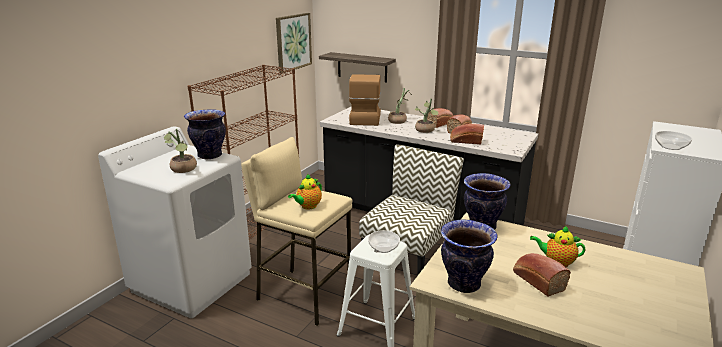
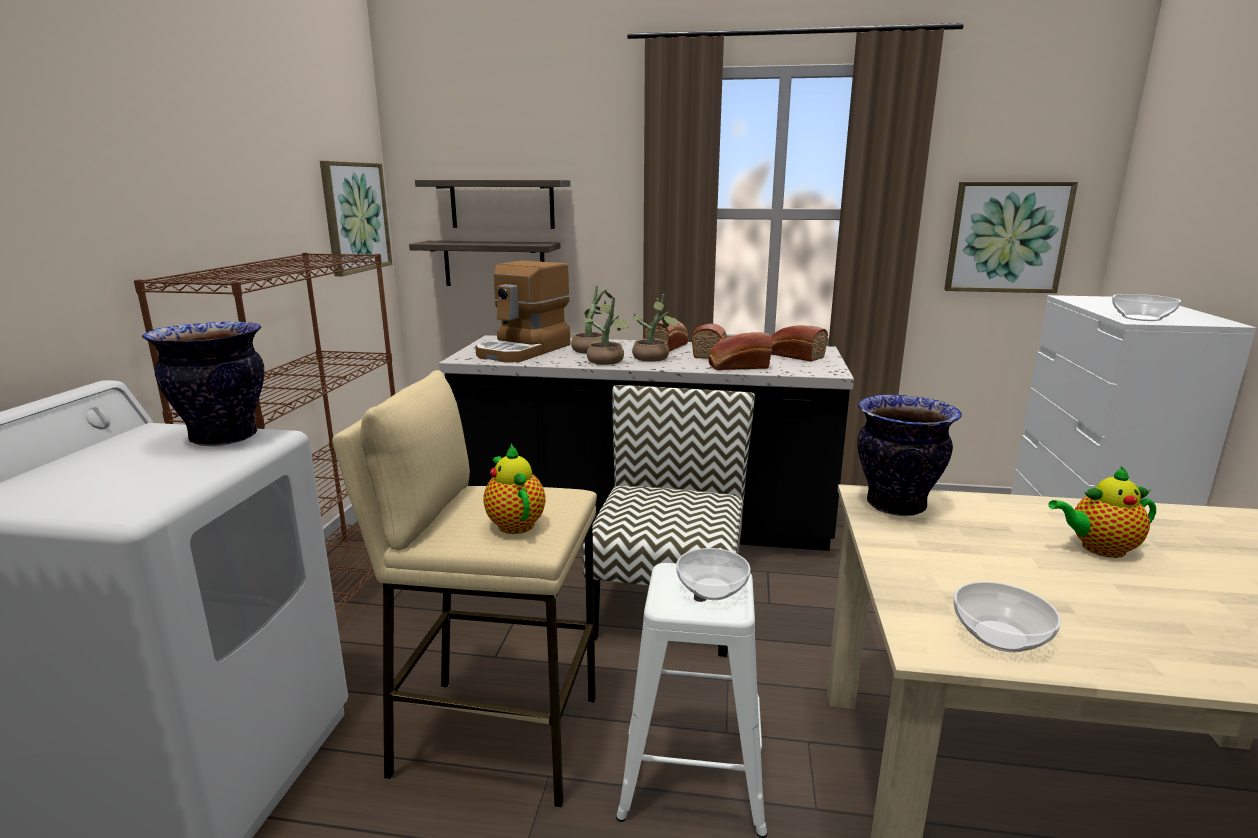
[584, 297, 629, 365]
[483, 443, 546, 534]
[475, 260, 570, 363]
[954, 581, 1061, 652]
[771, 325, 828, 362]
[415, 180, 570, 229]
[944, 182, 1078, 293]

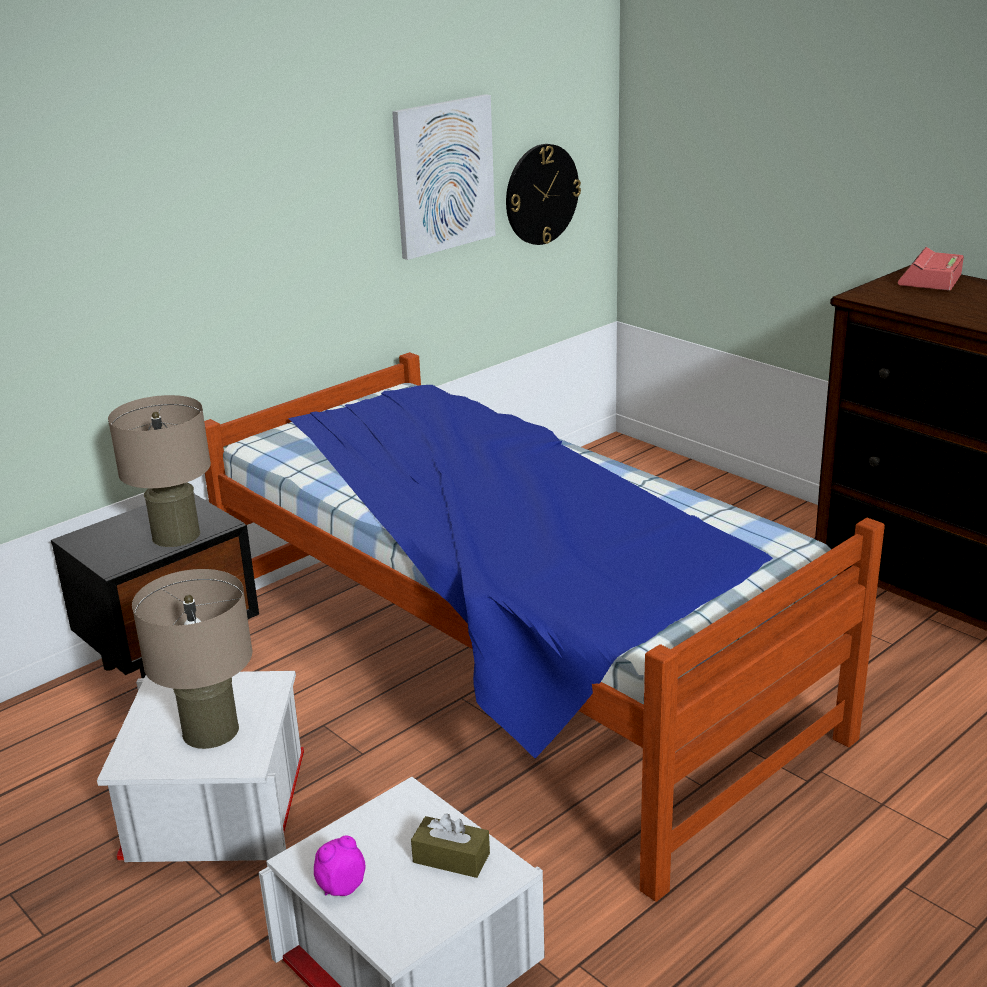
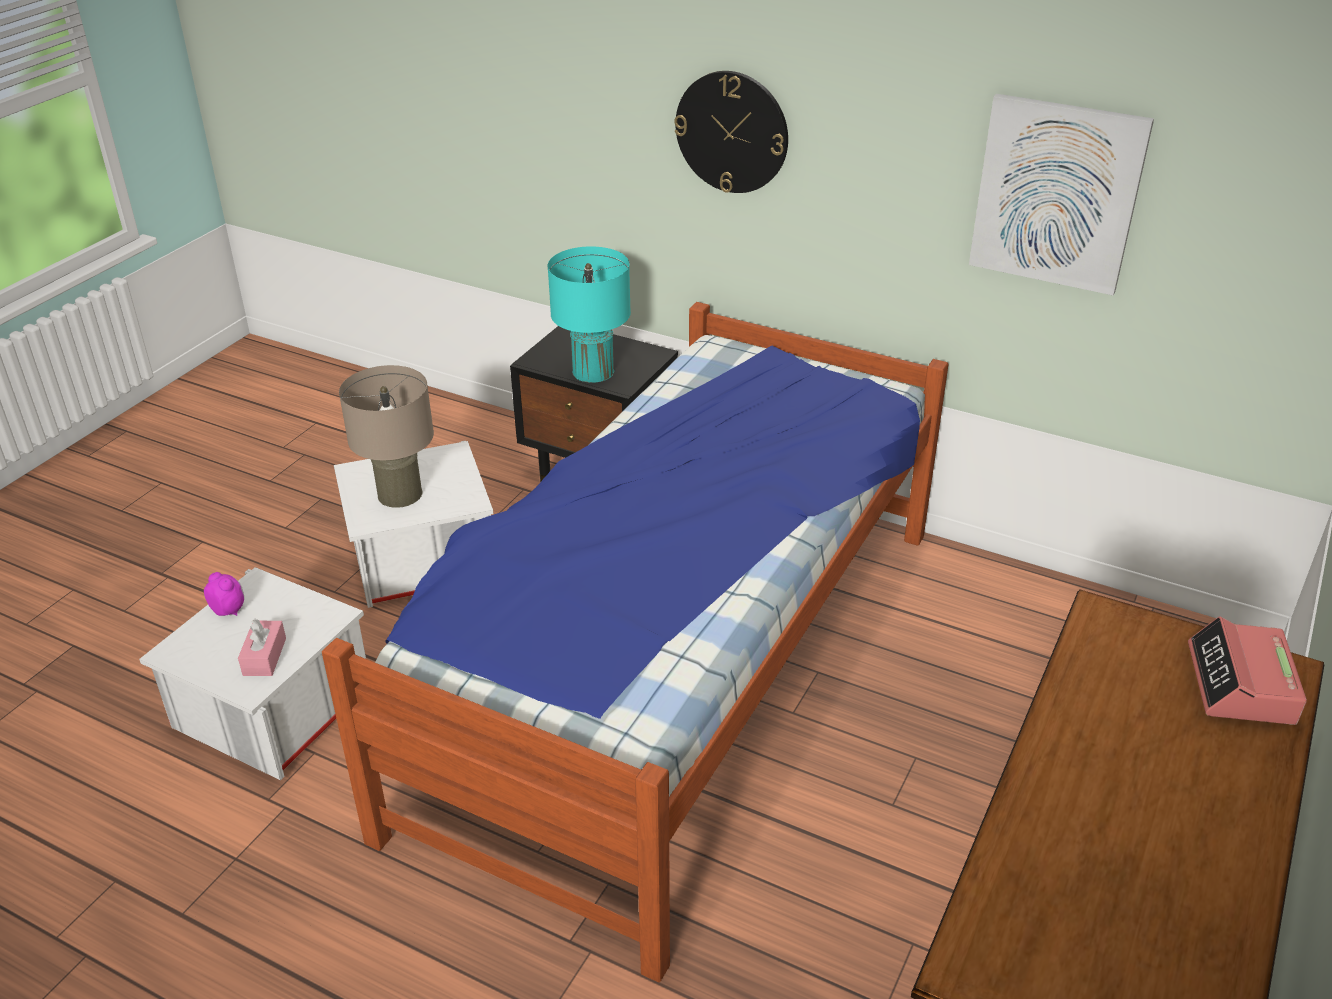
[548, 246, 631, 383]
[238, 619, 286, 676]
[674, 71, 788, 193]
[1188, 616, 1307, 725]

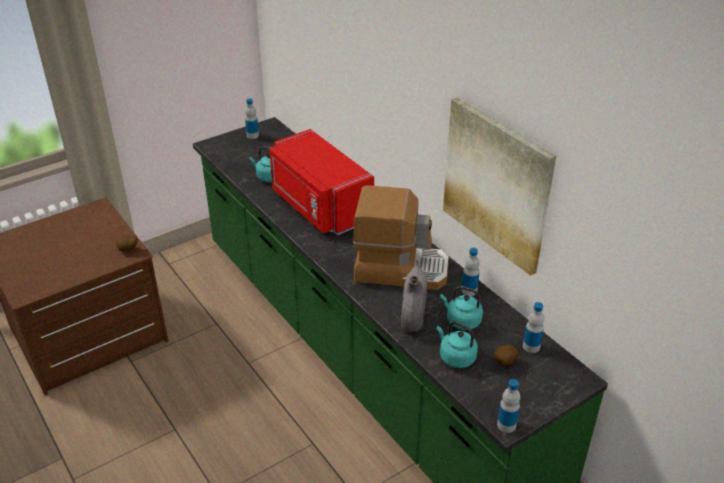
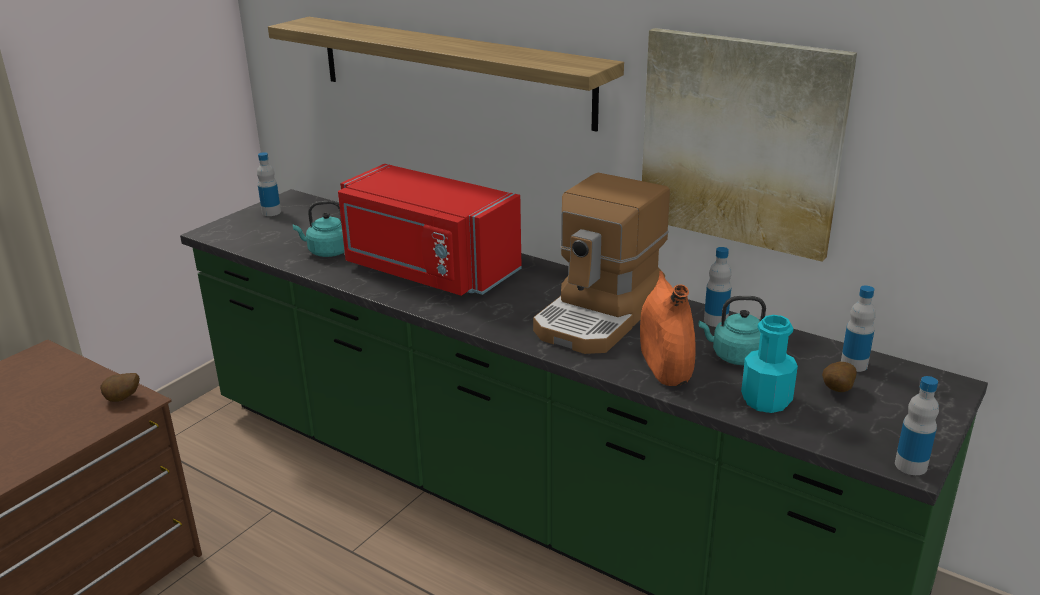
[533, 173, 670, 354]
[640, 271, 696, 386]
[741, 315, 798, 413]
[268, 17, 624, 132]

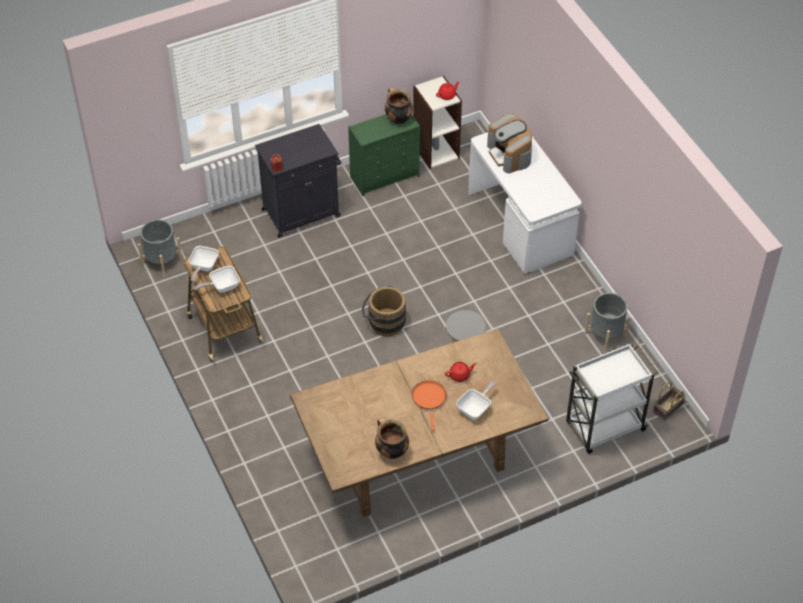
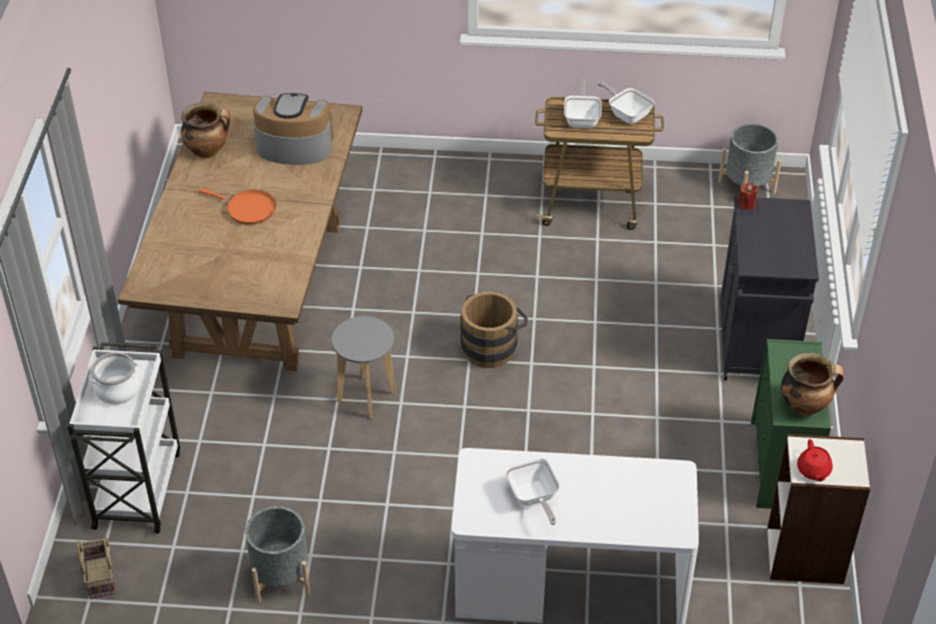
[445, 362, 477, 382] (first image)
[505, 458, 560, 525]
[253, 93, 333, 165]
[89, 352, 141, 404]

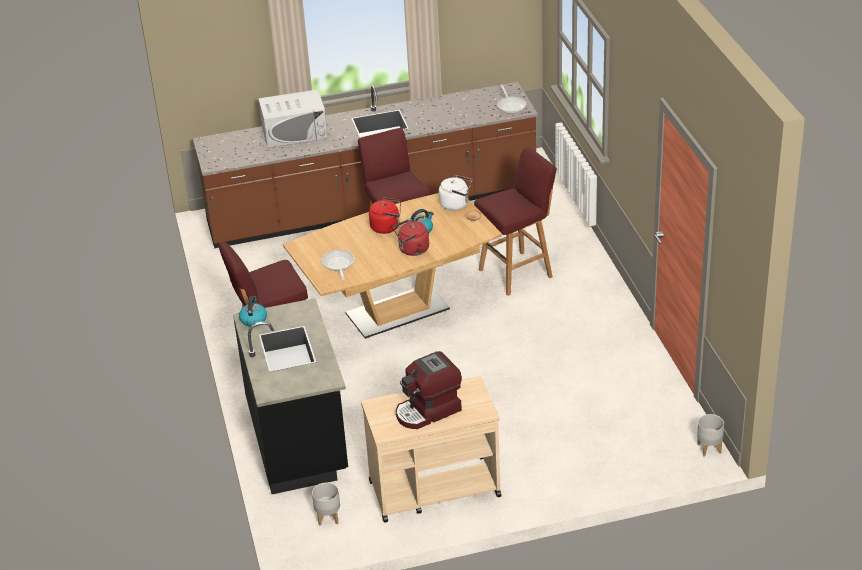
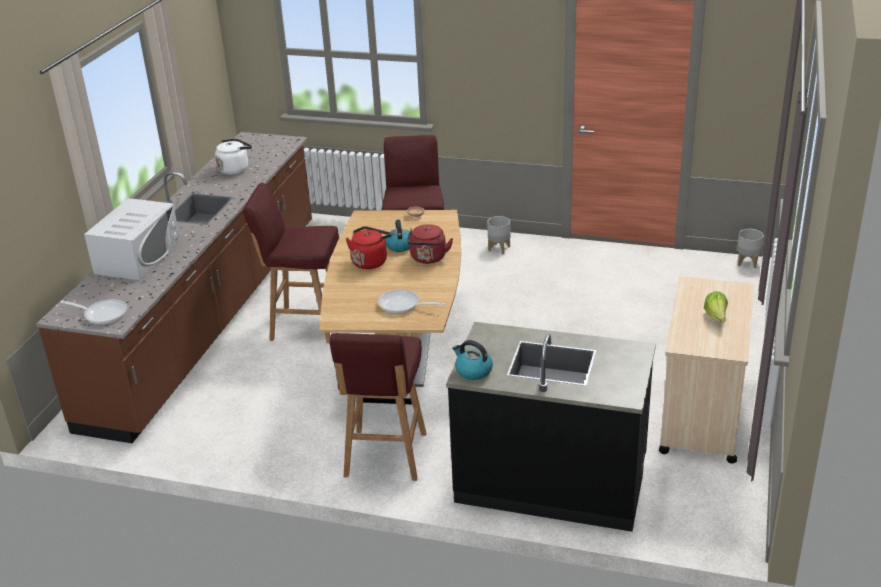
[487, 216, 510, 254]
[704, 291, 728, 322]
[215, 138, 252, 175]
[60, 299, 127, 325]

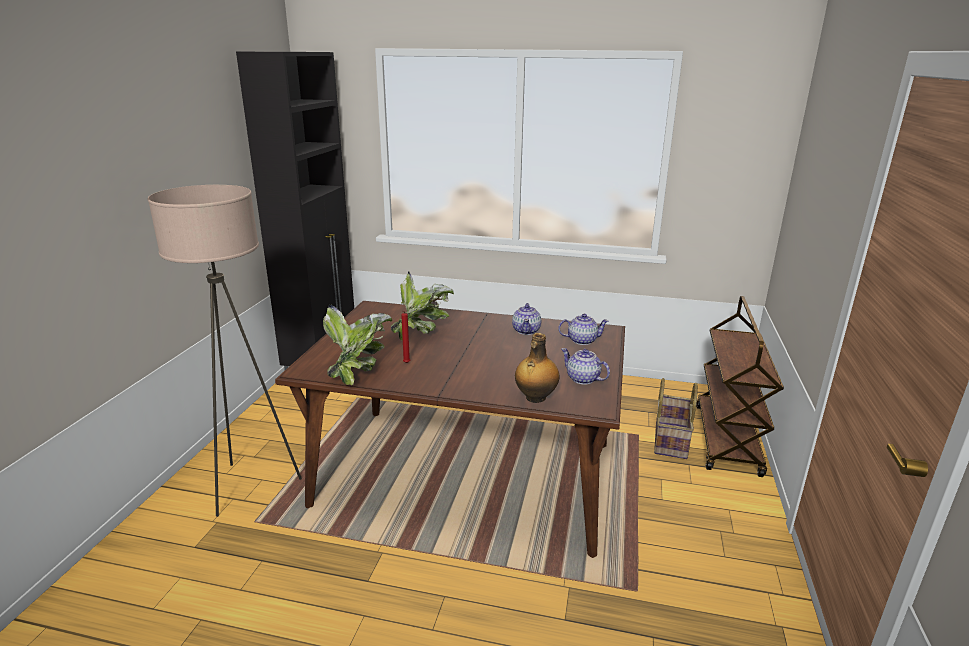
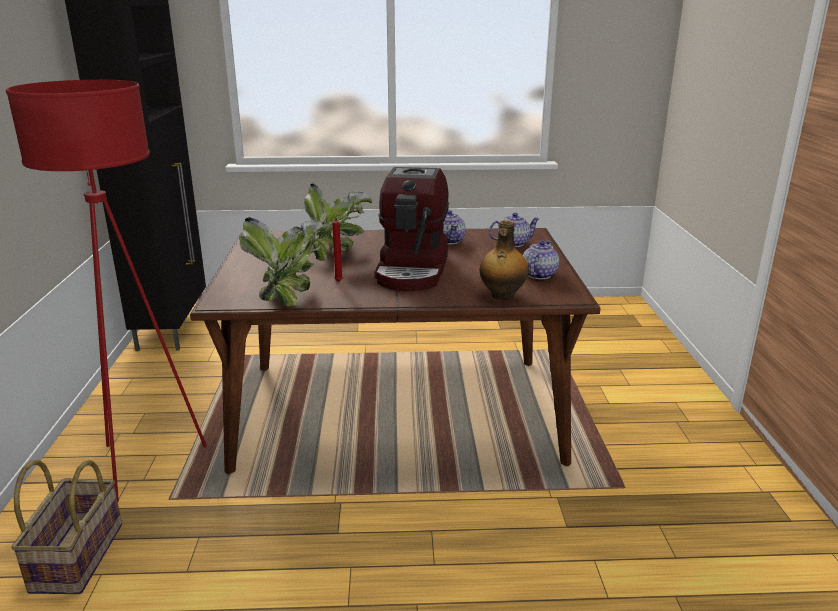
[6, 80, 207, 502]
[523, 240, 559, 279]
[11, 460, 122, 594]
[696, 296, 784, 477] (first image)
[374, 167, 449, 291]

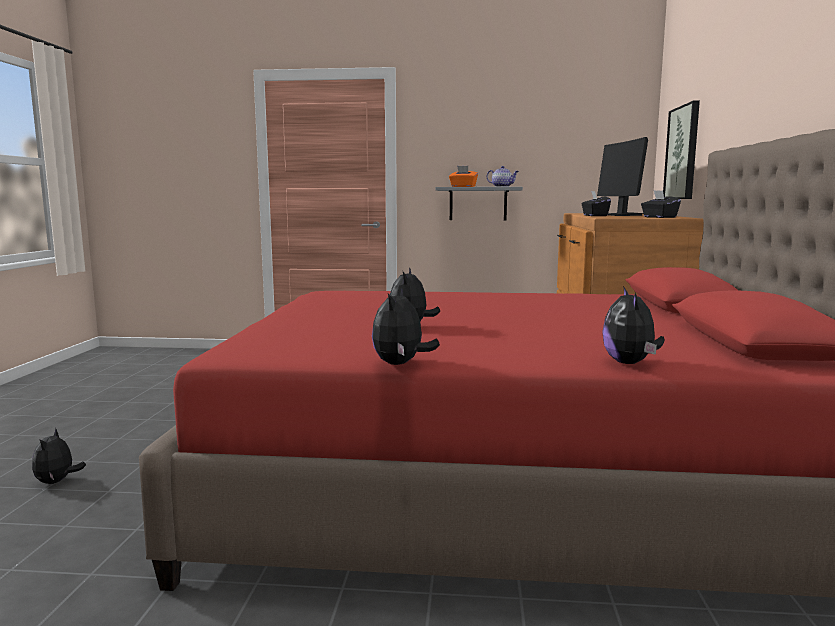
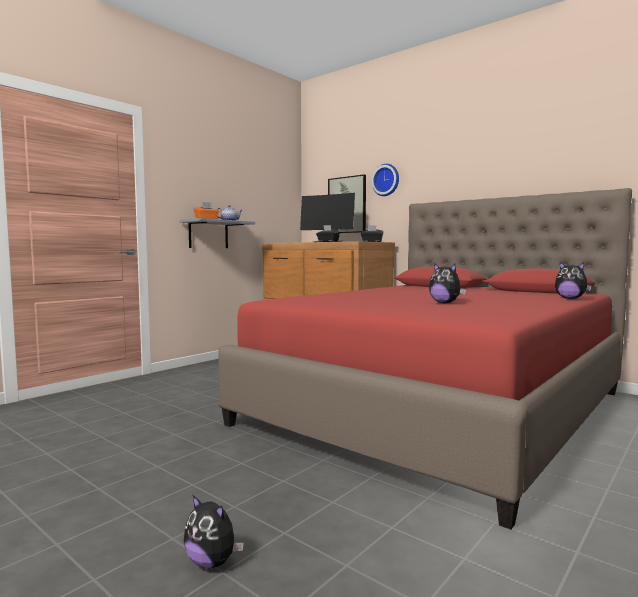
[372, 287, 440, 365] (first image)
[371, 164, 399, 196]

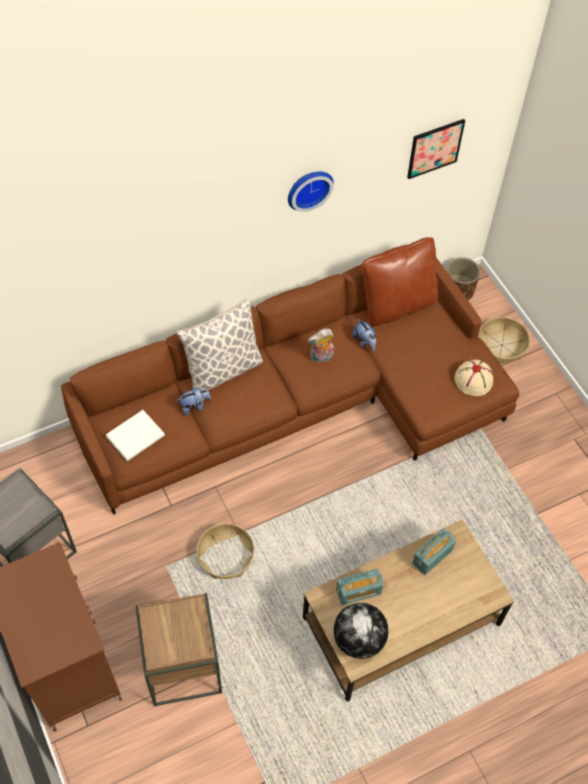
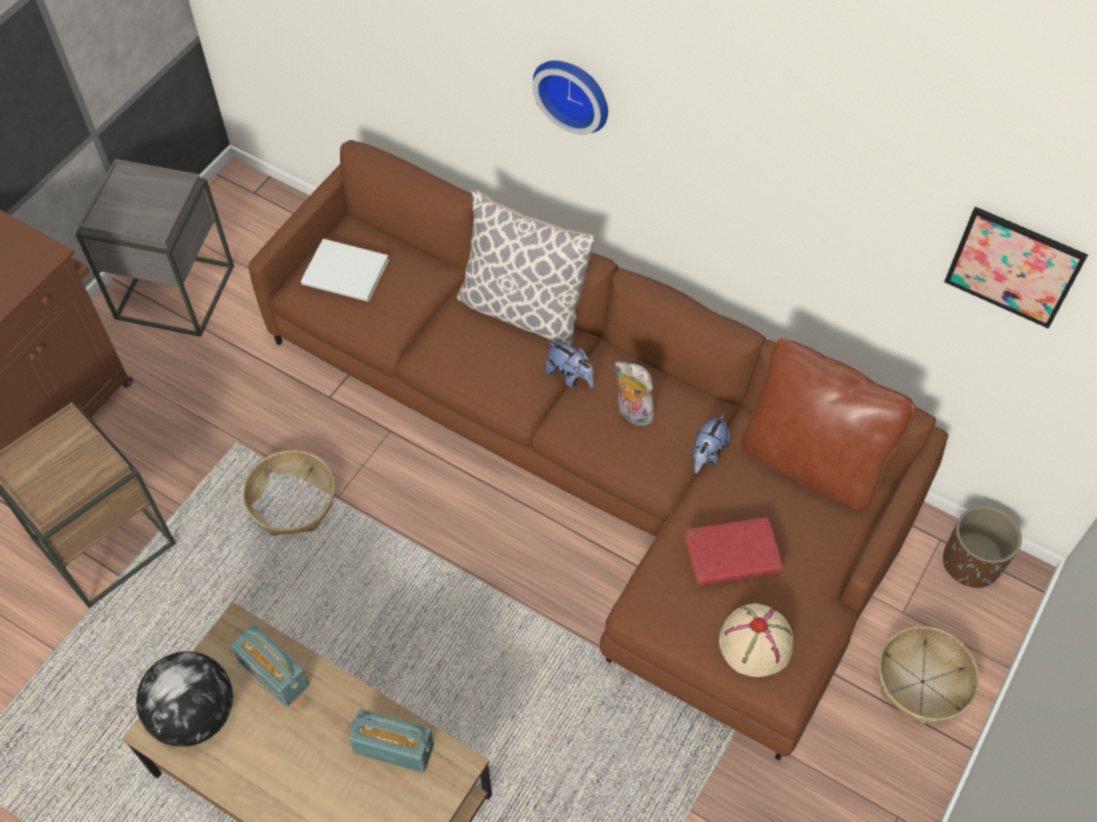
[545, 342, 594, 388]
[532, 60, 608, 135]
[685, 517, 783, 586]

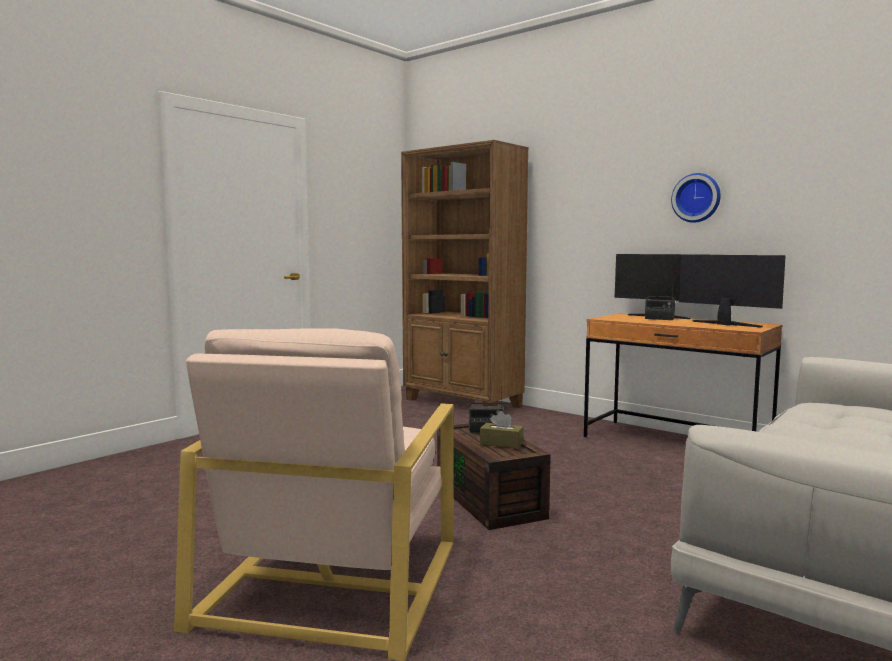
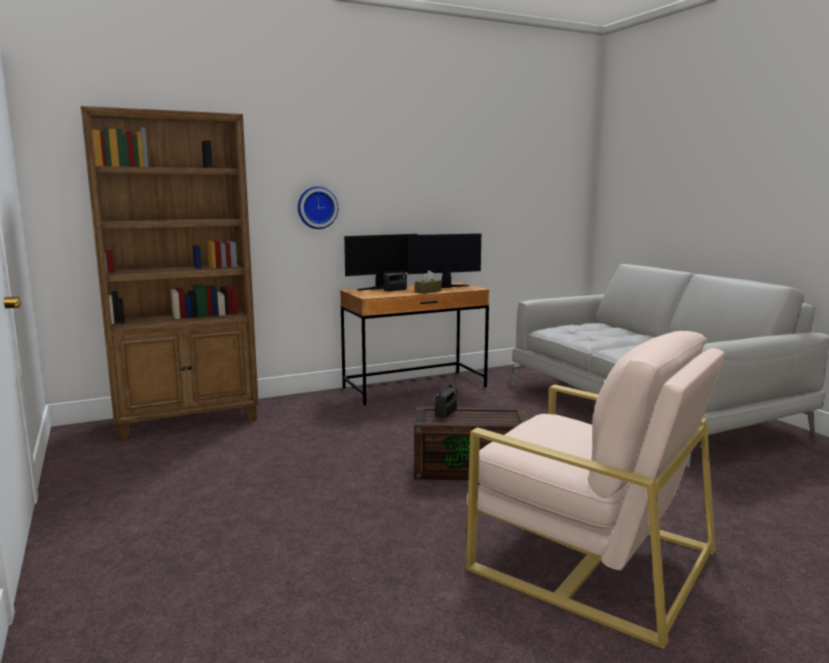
[415, 270, 441, 294]
[298, 186, 338, 229]

